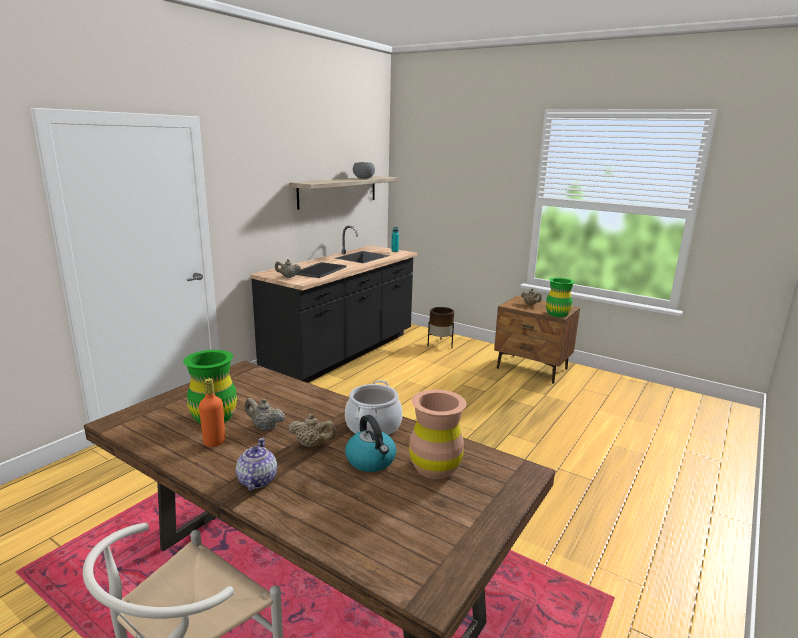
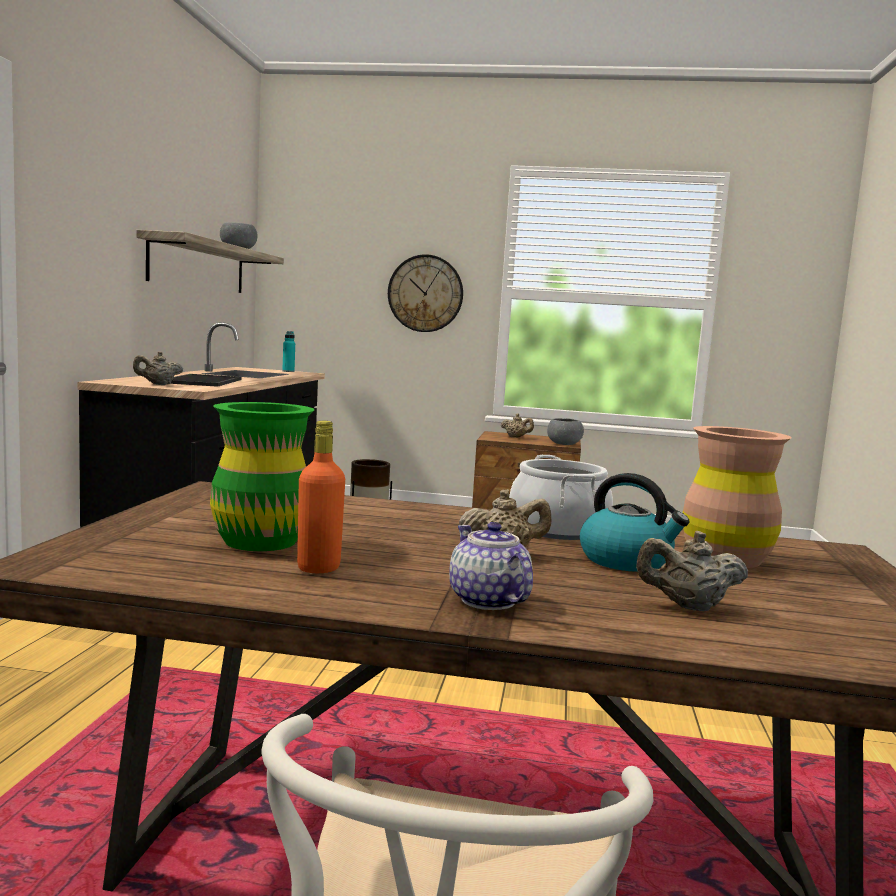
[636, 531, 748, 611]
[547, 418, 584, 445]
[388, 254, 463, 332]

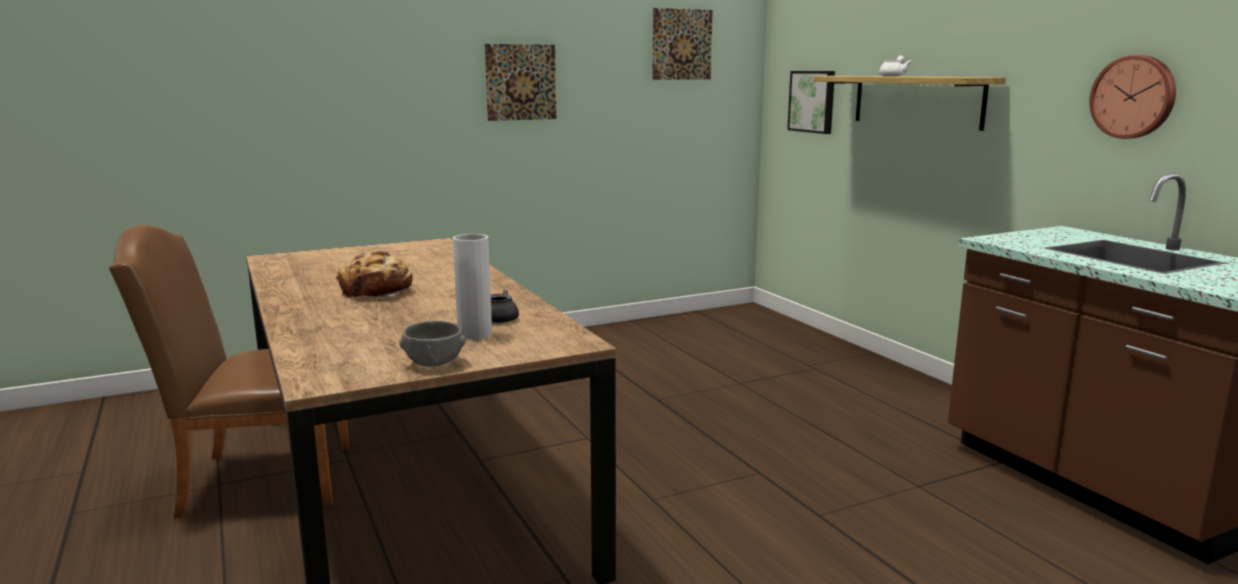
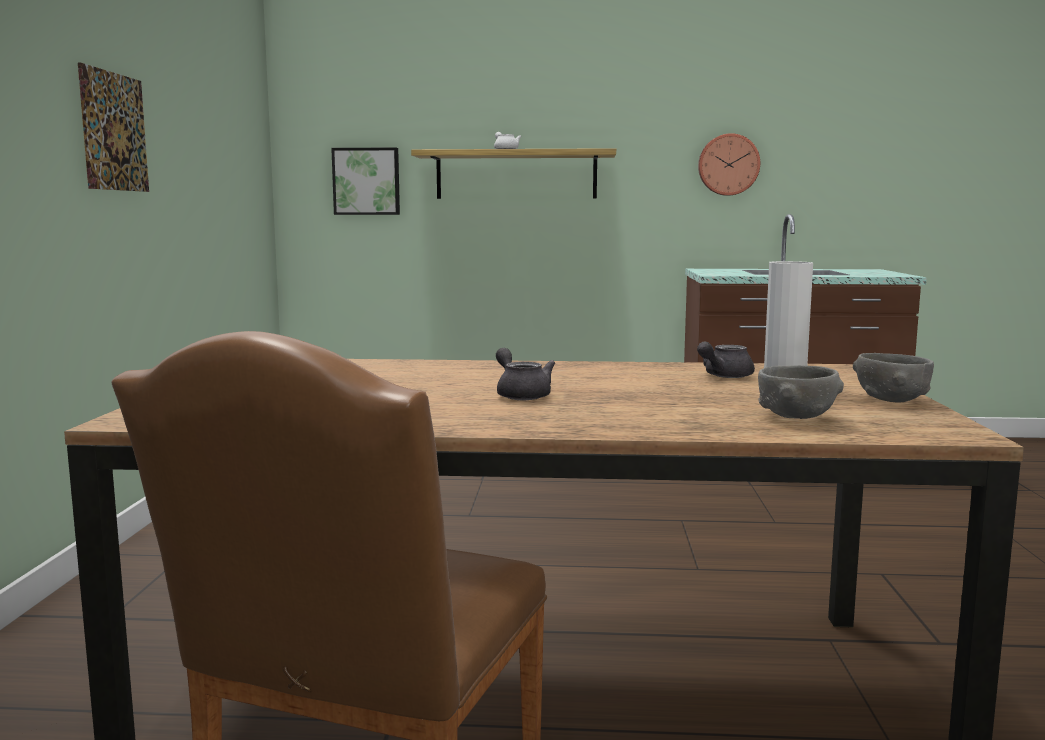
[496, 348, 555, 400]
[652, 8, 713, 80] (first image)
[758, 365, 844, 419]

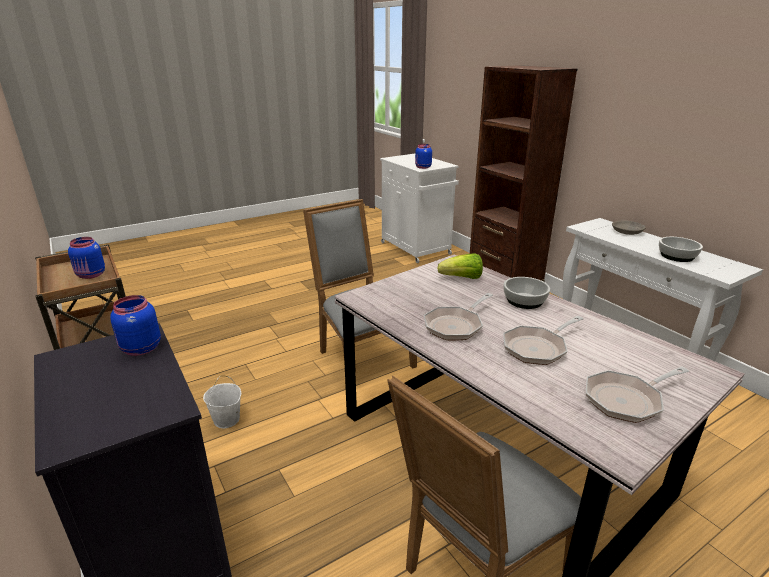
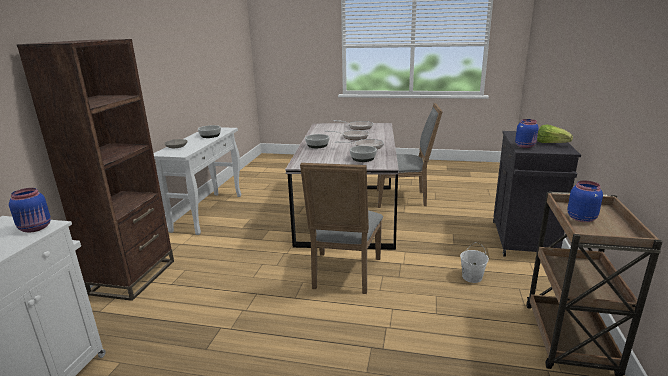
[537, 125, 573, 143]
[350, 146, 377, 162]

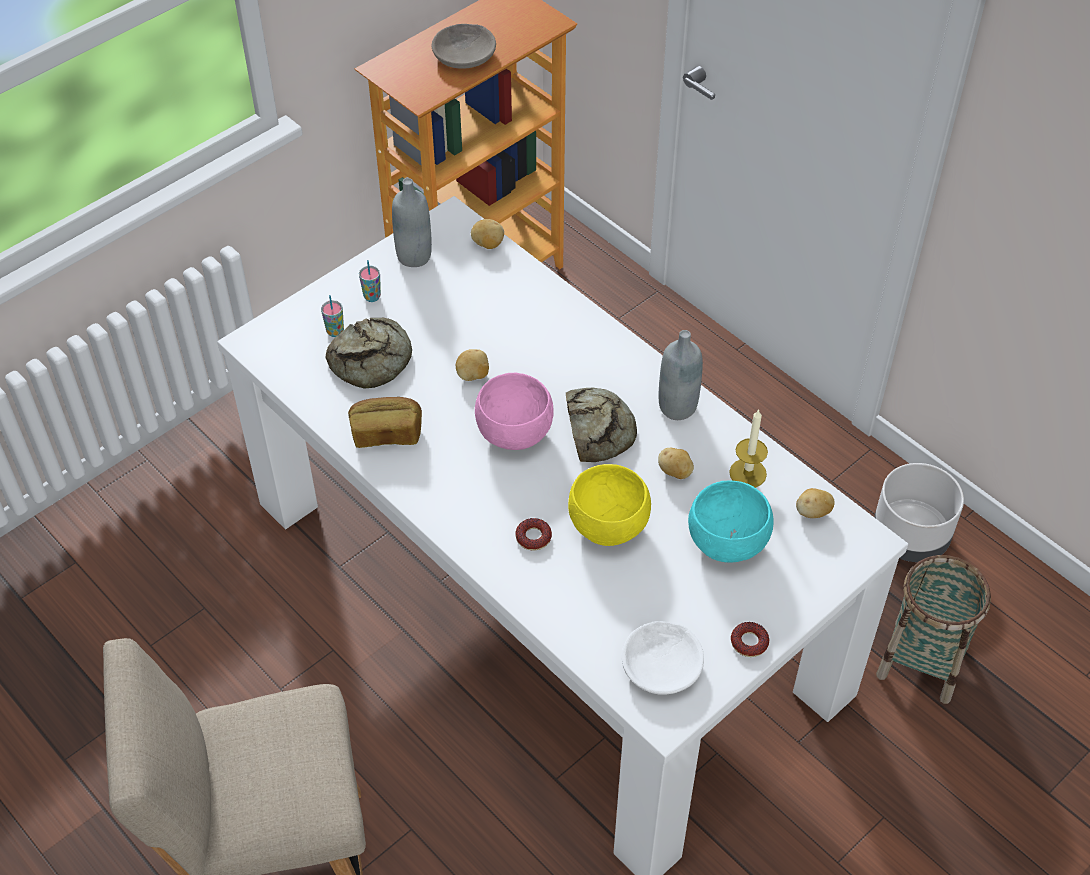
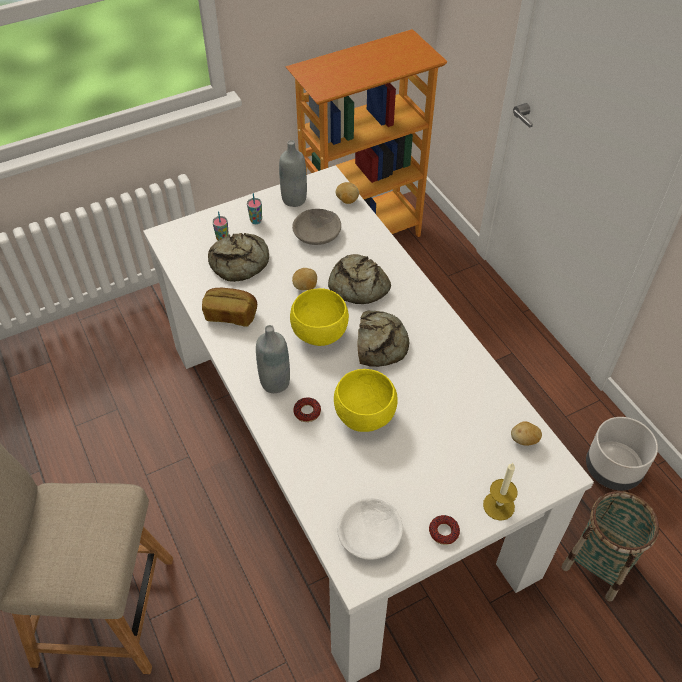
[292, 209, 341, 245]
[290, 288, 349, 346]
[658, 448, 694, 479] (first image)
[256, 325, 290, 393]
[688, 481, 774, 563] (first image)
[483, 463, 518, 521]
[328, 254, 391, 304]

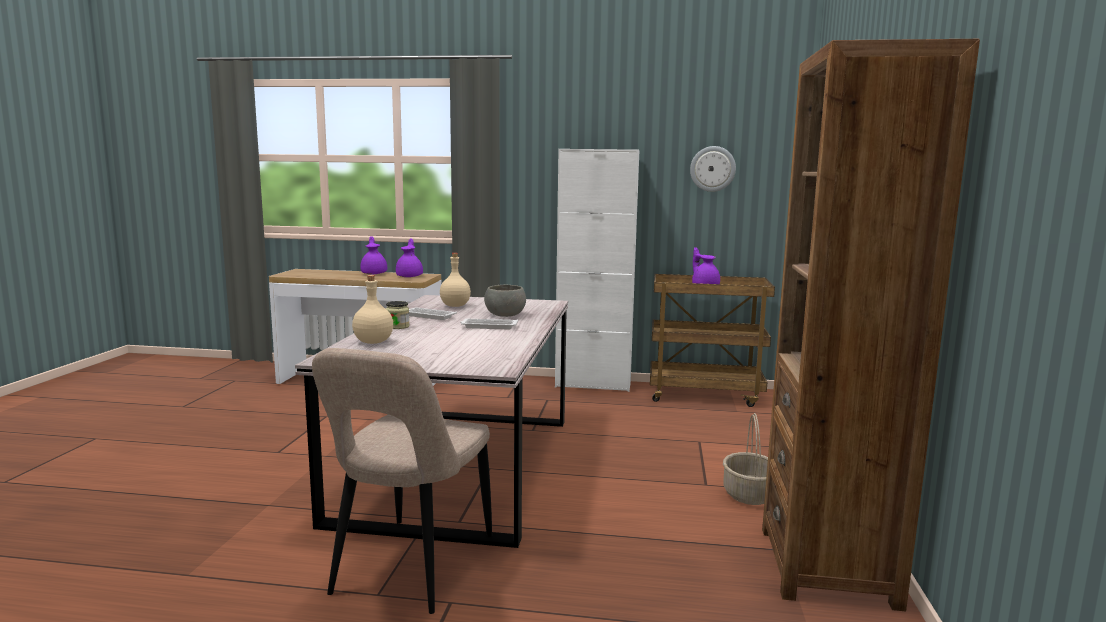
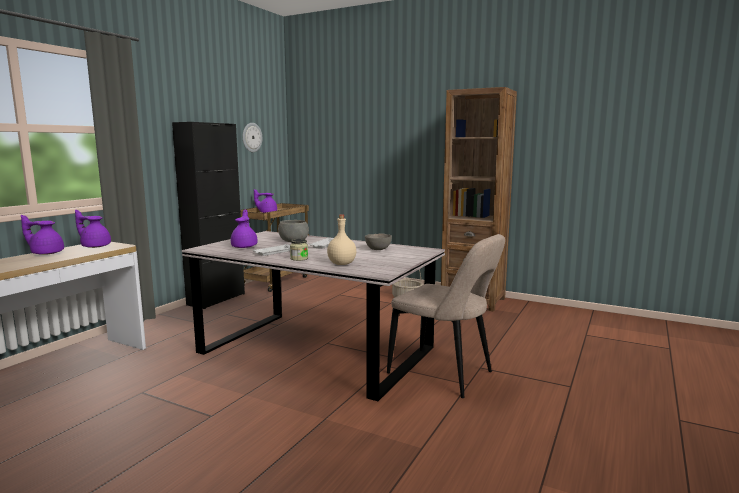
[231, 209, 258, 248]
[172, 122, 245, 309]
[365, 234, 392, 250]

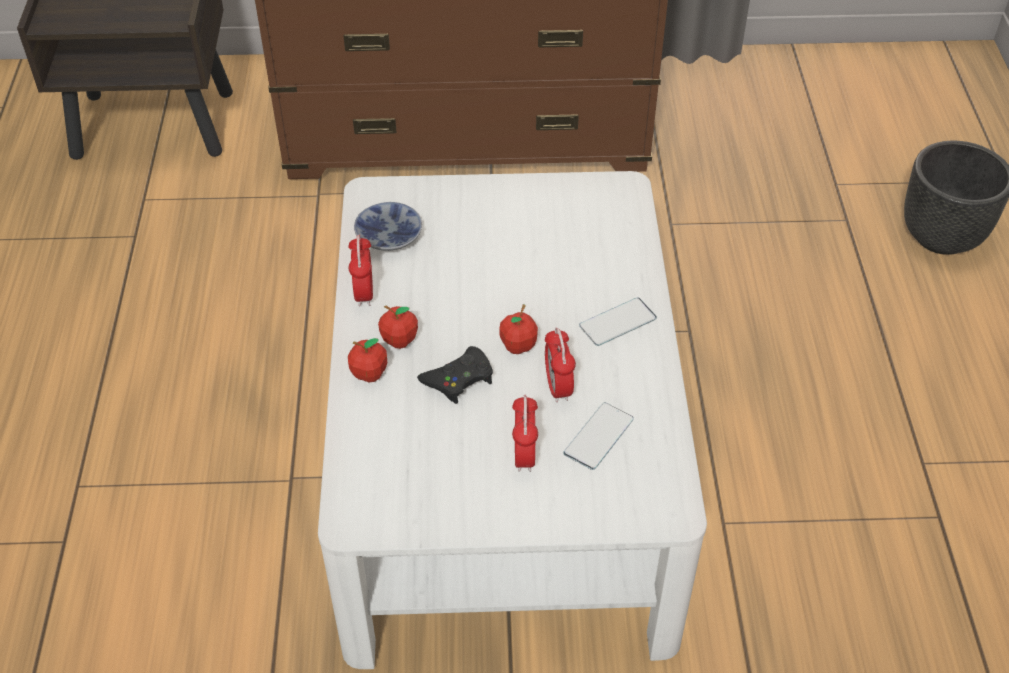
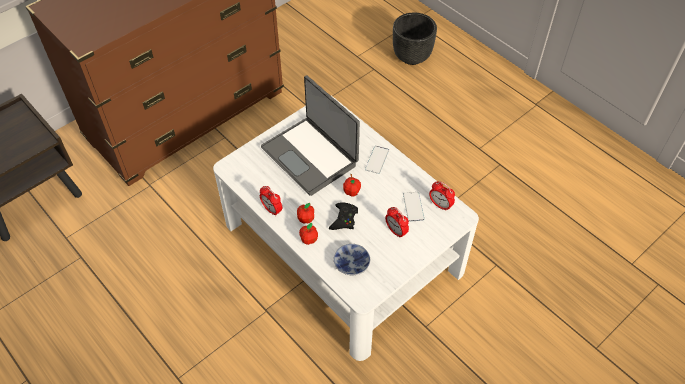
[334, 244, 370, 275]
[429, 181, 455, 211]
[261, 75, 360, 196]

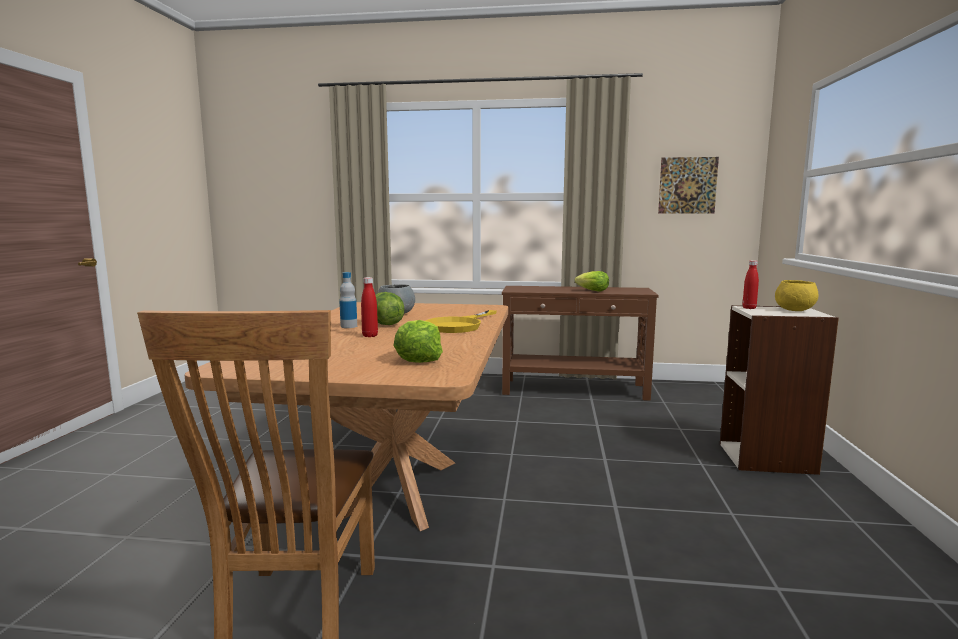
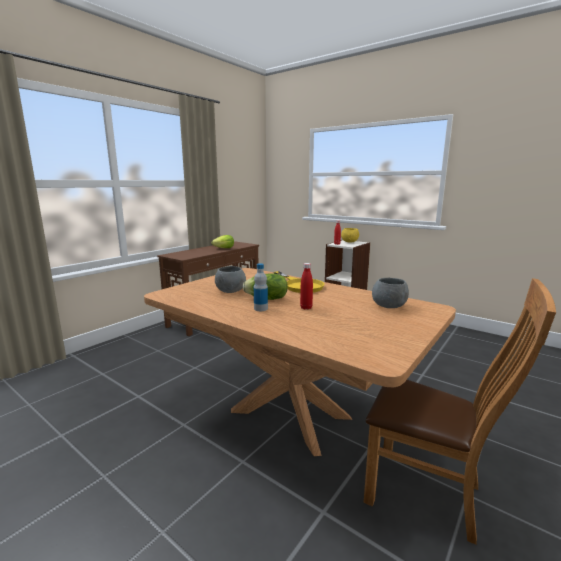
[372, 278, 409, 308]
[658, 157, 719, 214] (first image)

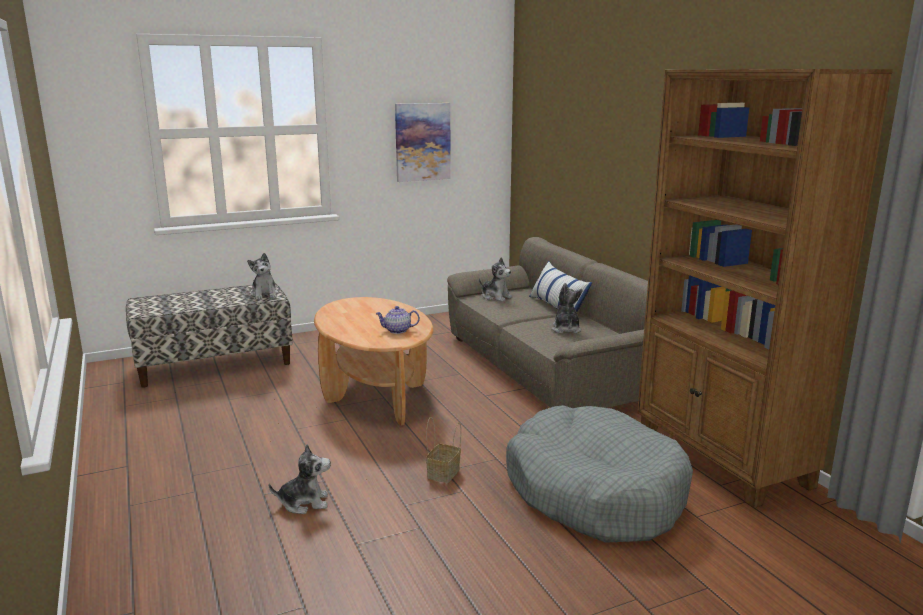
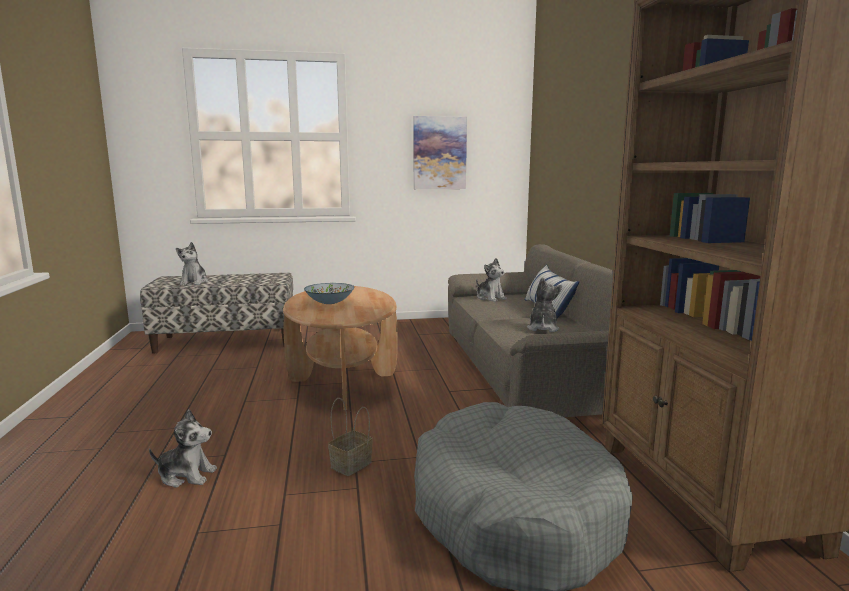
[176, 242, 208, 285]
[375, 306, 420, 334] (first image)
[304, 283, 355, 304]

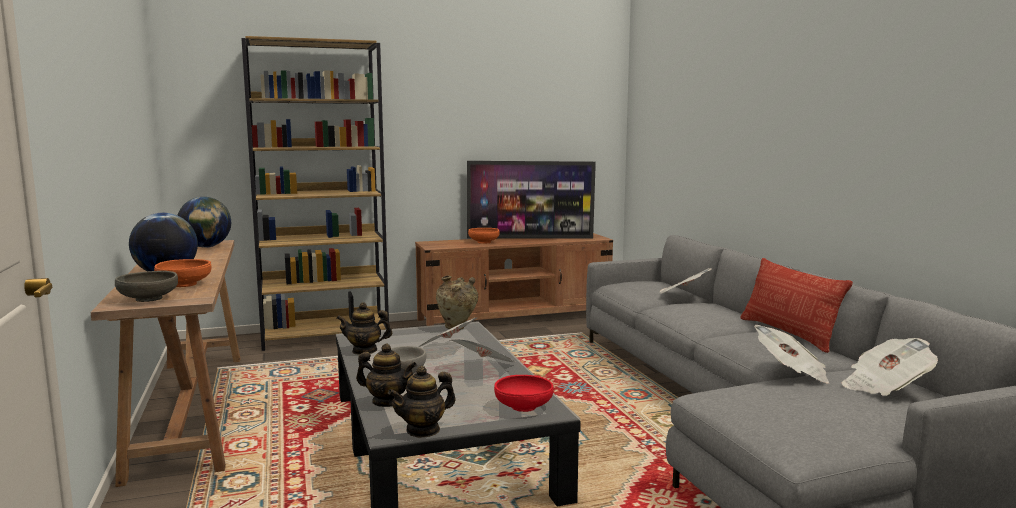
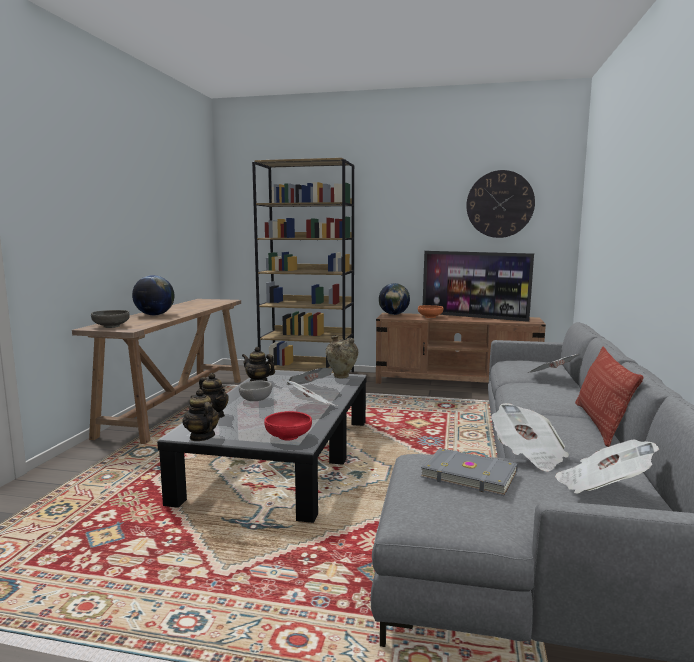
[154, 259, 211, 287] (first image)
[379, 283, 410, 315]
[182, 389, 220, 441]
[421, 448, 518, 496]
[466, 170, 535, 238]

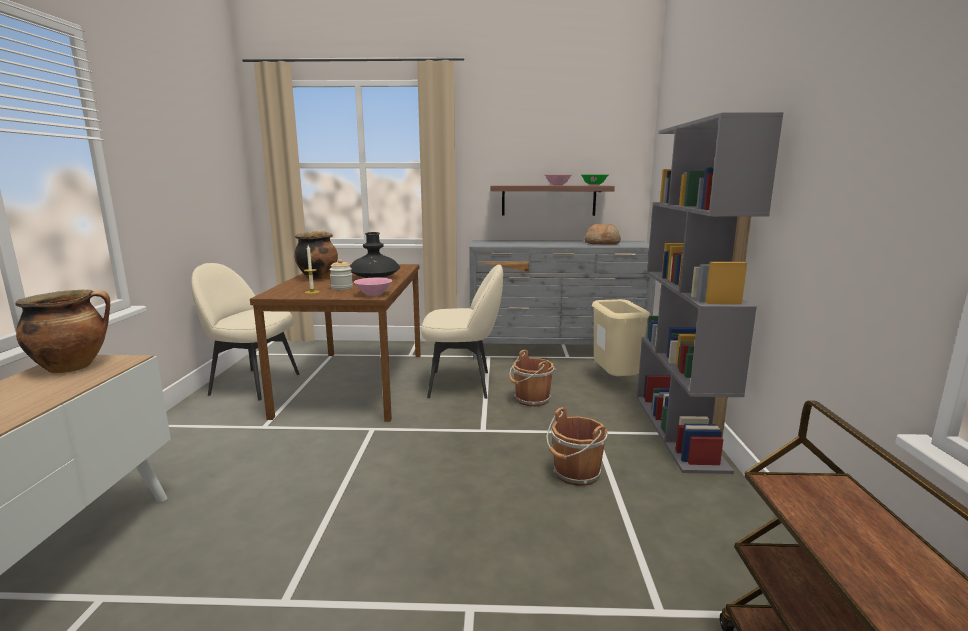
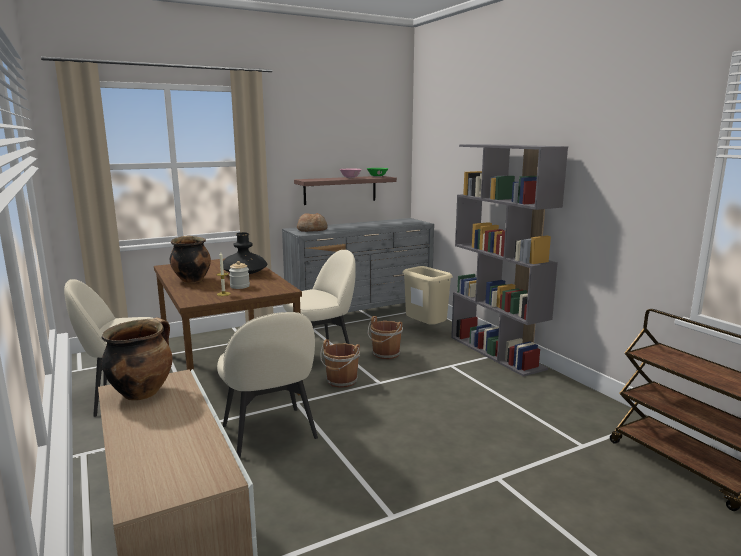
[354, 278, 392, 296] (first image)
[320, 339, 360, 388]
[297, 213, 327, 232]
[217, 312, 318, 458]

